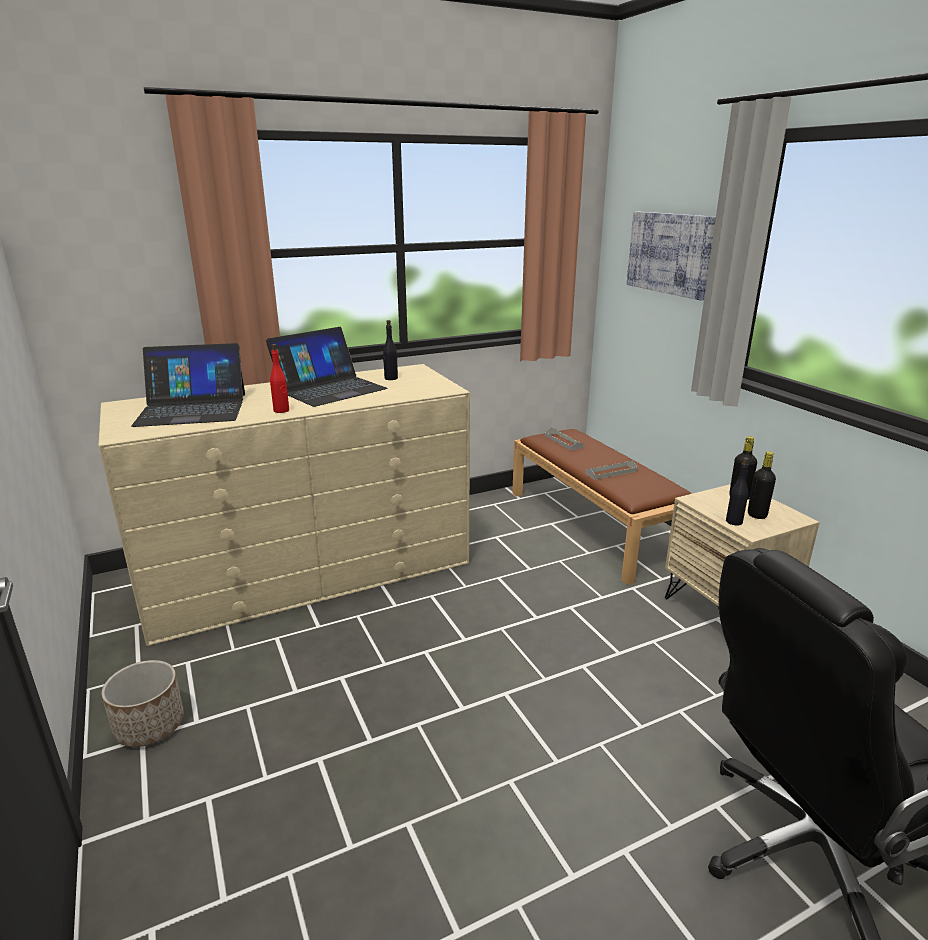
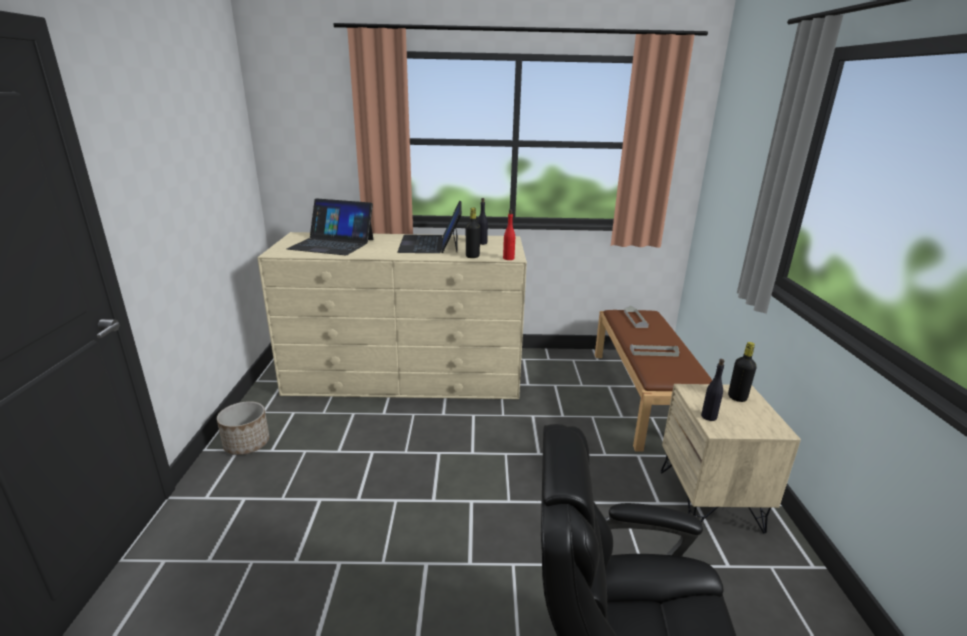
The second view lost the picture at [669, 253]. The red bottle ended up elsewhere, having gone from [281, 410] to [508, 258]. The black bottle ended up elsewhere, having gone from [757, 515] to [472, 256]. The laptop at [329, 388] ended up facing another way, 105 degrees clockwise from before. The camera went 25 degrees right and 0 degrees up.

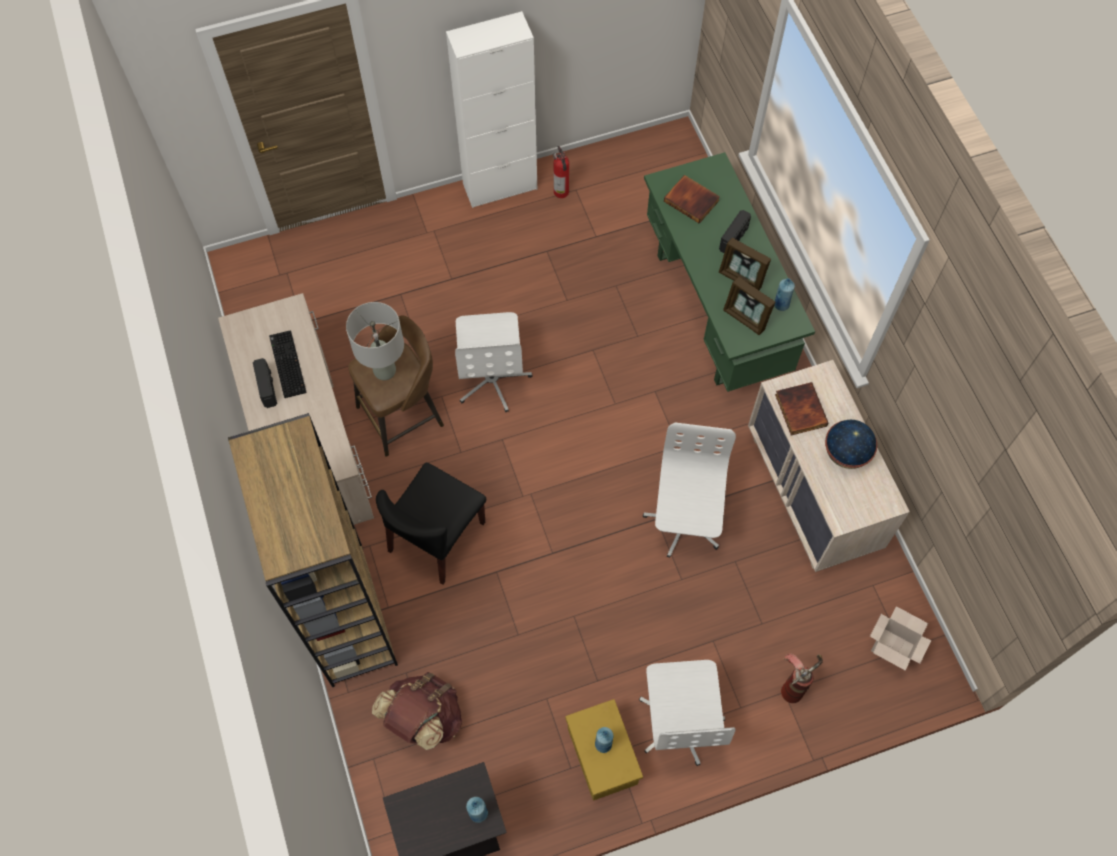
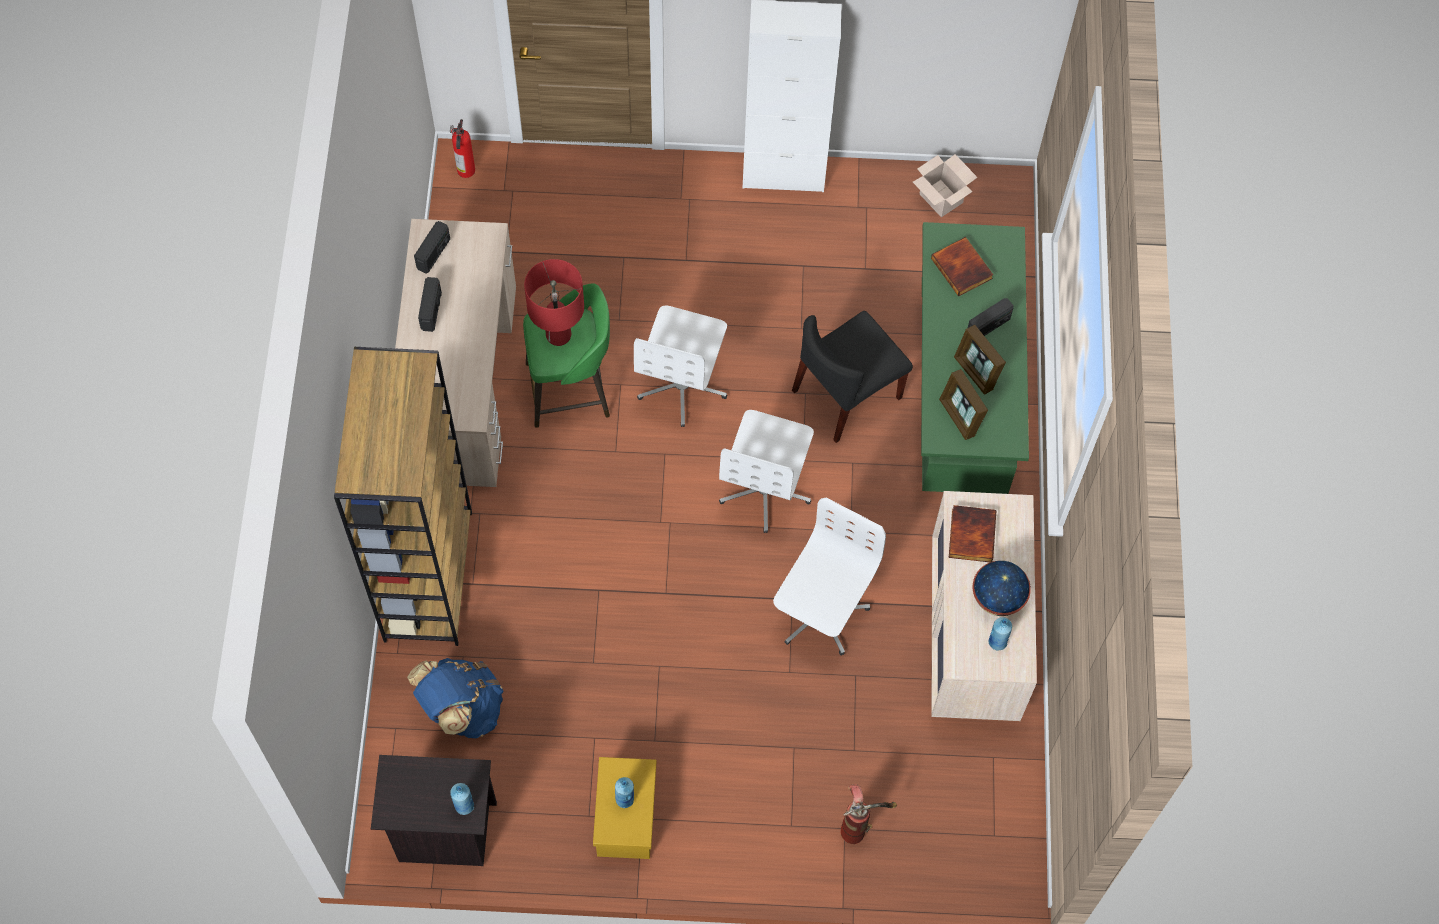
The second view lost the keyboard at [286, 364]. The second view gained the radio at [434, 254]. The black chair ended up elsewhere, having gone from [437, 537] to [846, 395]. The fire extinguisher ended up elsewhere, having gone from [561, 193] to [466, 171]. The white office chair ended up elsewhere, having gone from [679, 722] to [765, 489]. The blue bottle ended up elsewhere, having gone from [781, 304] to [997, 642]. The cardboard box ended up elsewhere, having gone from [893, 647] to [942, 198]. What was the grey table lamp at [385, 370] turned into the red table lamp at [559, 335]. What was the brown stool at [402, 415] turned into the green stool at [571, 389]. What was the brown backpack at [423, 718] turned into the blue backpack at [461, 709]. The camera went 20 degrees right and 0 degrees up.

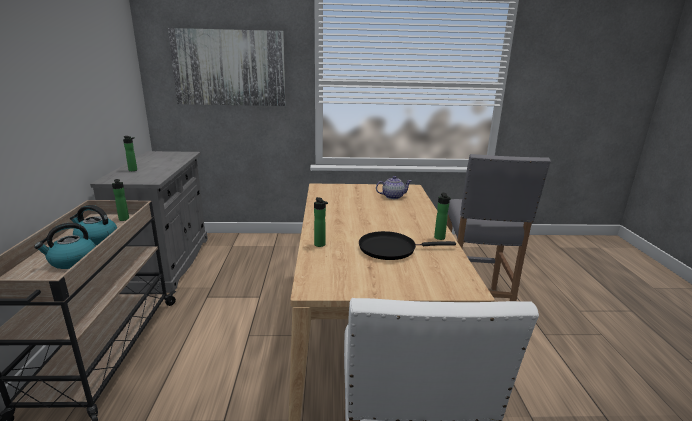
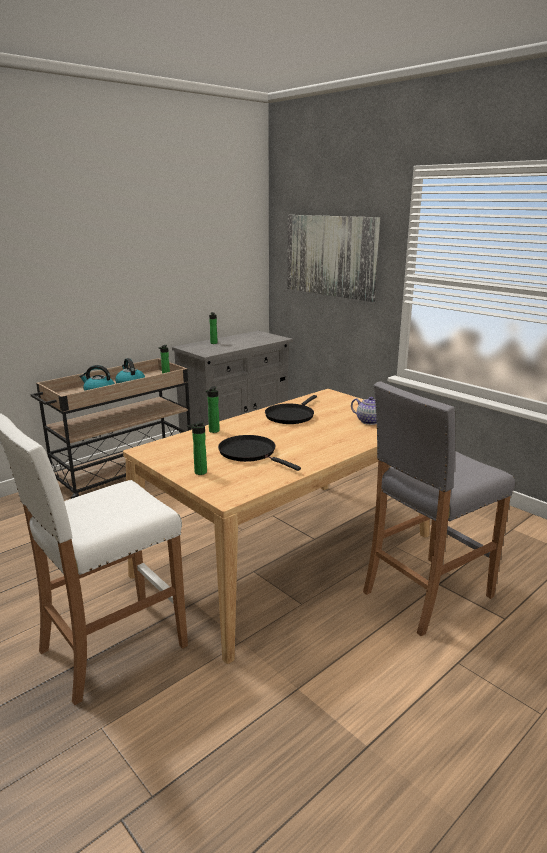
The second view gained the black frying pan at [290, 416]. The bottle ended up elsewhere, having gone from [440, 238] to [199, 473]. The camera went 50 degrees right and 0 degrees up.

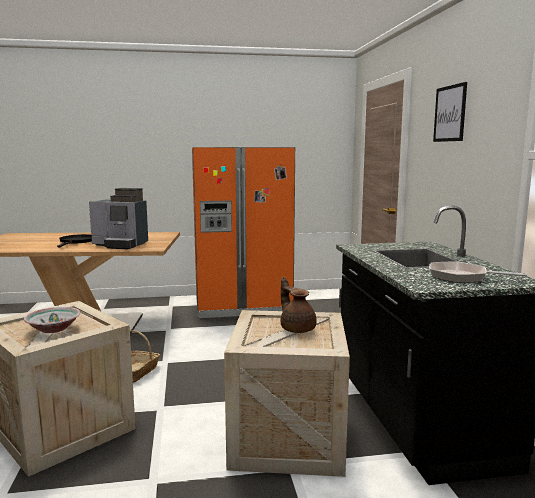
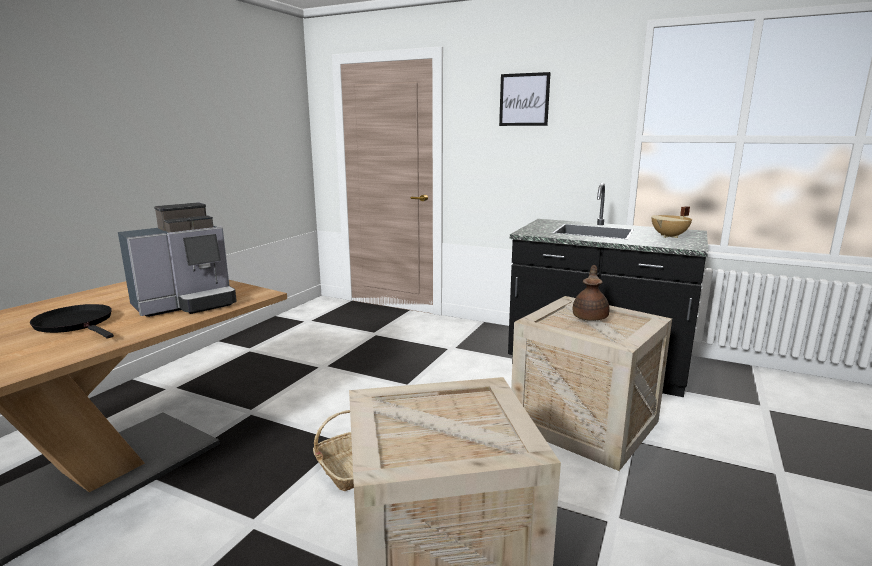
The second view lost the bowl at [53, 329]. The second view lost the orange fridge at [242, 305]. Where the frying pan stood at [462, 277], the beige cooking pot came to stand at [670, 236]. The brown teapot at [297, 328] ended up facing another way, 105 degrees clockwise from before. The camera went 55 degrees left and 5 degrees up.

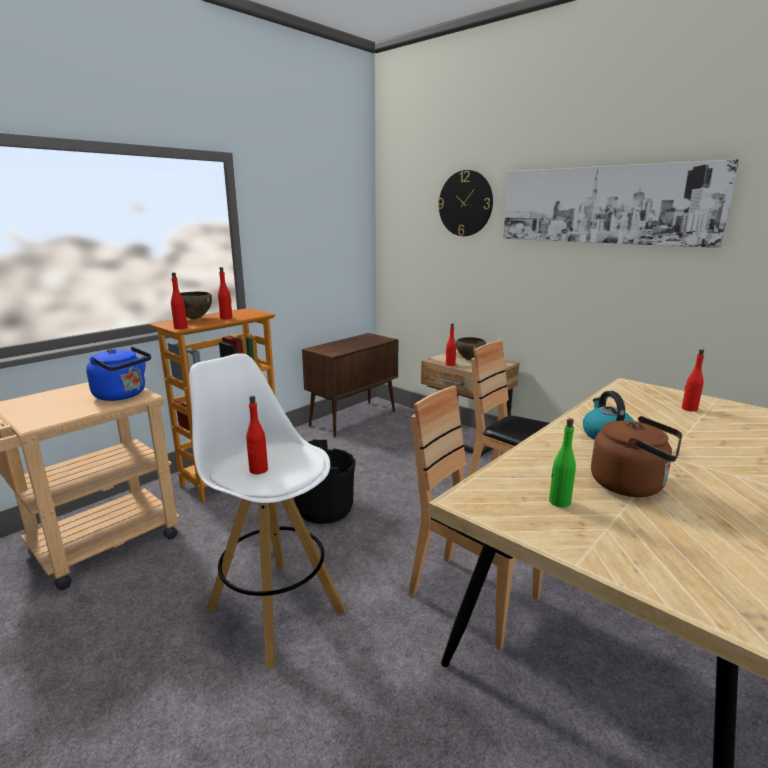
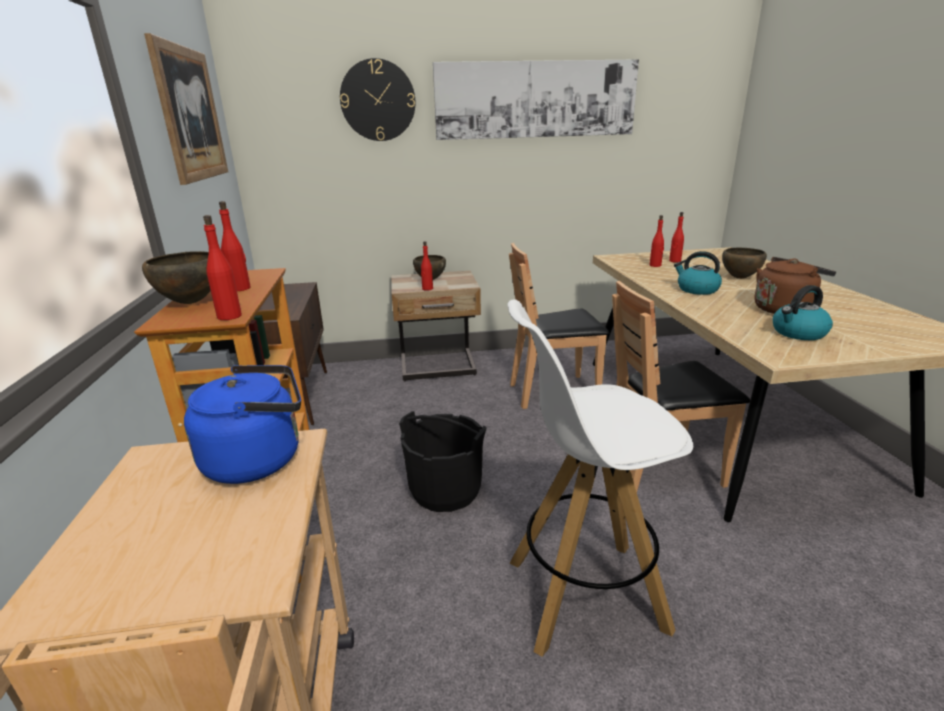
The second view gained the picture at [190, 114]. The second view gained the brown bowl at [740, 278]. The red bottle ended up elsewhere, having gone from [258, 470] to [655, 265]. Where the green bottle stood at [559, 502], the kettle came to stand at [798, 333]. The camera went 50 degrees left and 5 degrees up.

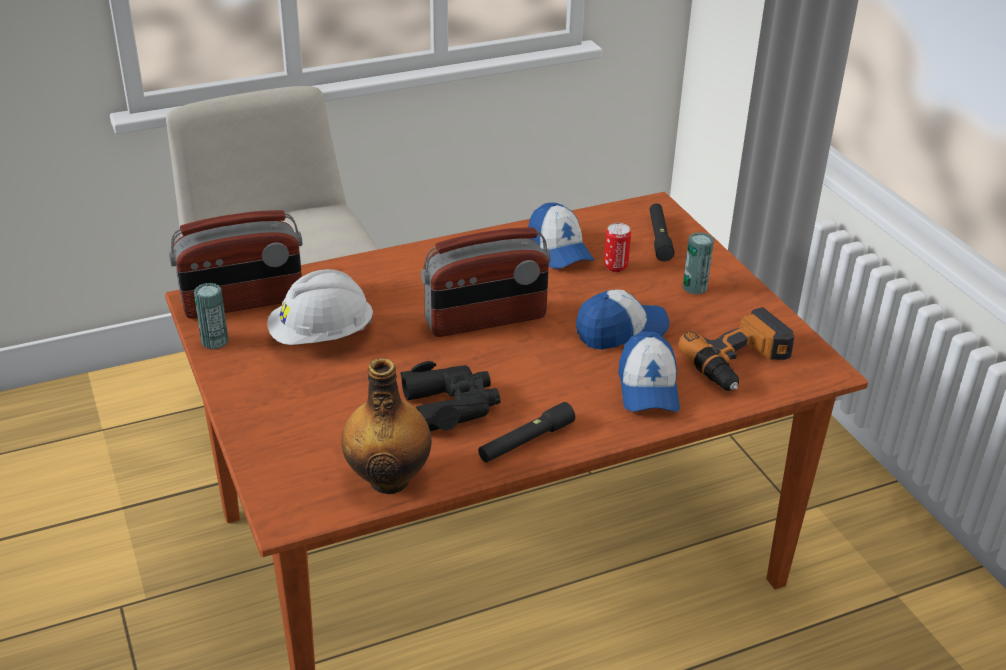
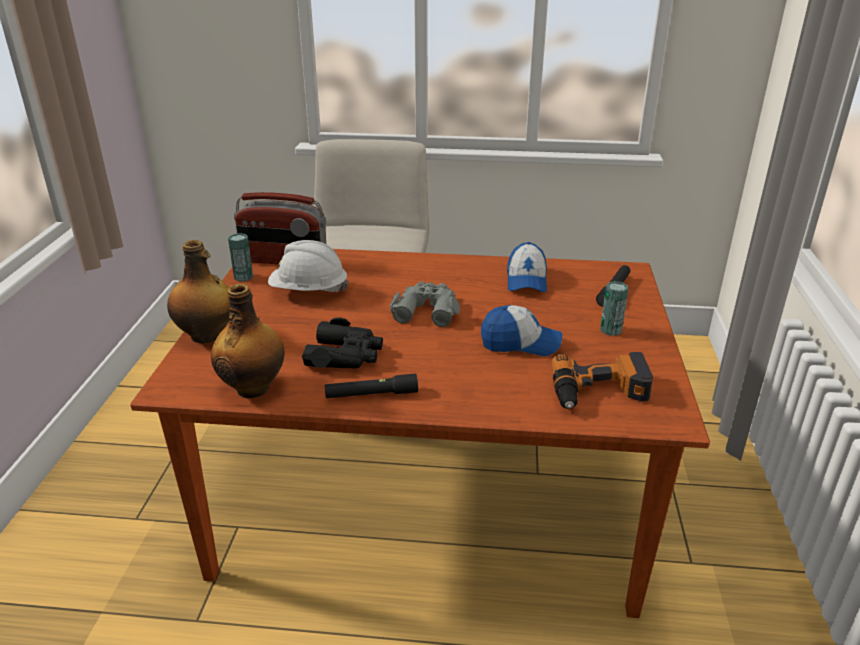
The second view lost the can at [615, 267]. The second view lost the cap at [648, 388]. The second view gained the bottle at [207, 336]. Where the radio stood at [486, 320], the grey binoculars came to stand at [426, 310]. The camera went 30 degrees right and 5 degrees down.

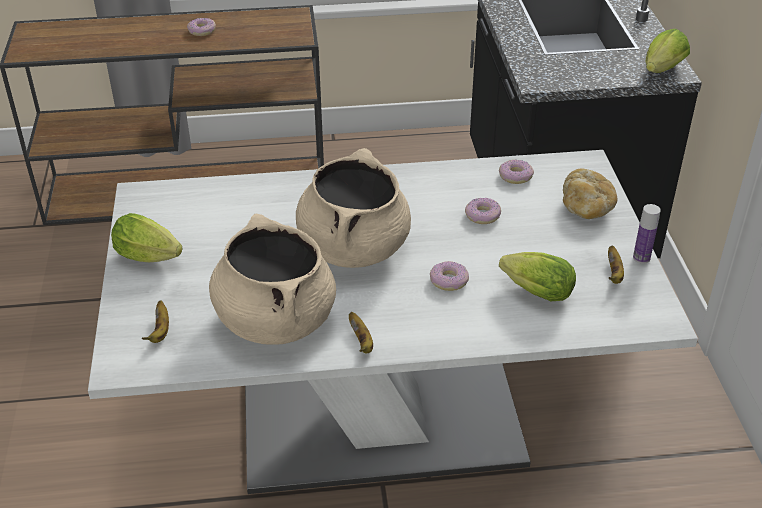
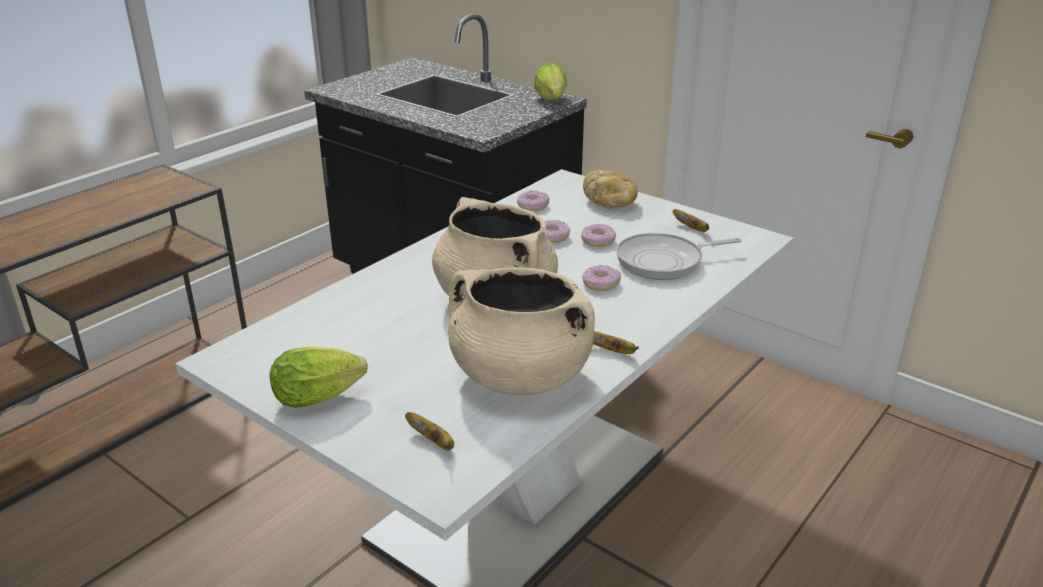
The second view lost the bottle at [641, 258]. The donut ended up elsewhere, having gone from [202, 31] to [598, 241]. Where the lettuce stood at [533, 291], the frying pan came to stand at [664, 261]. The camera went 45 degrees left and 10 degrees down.

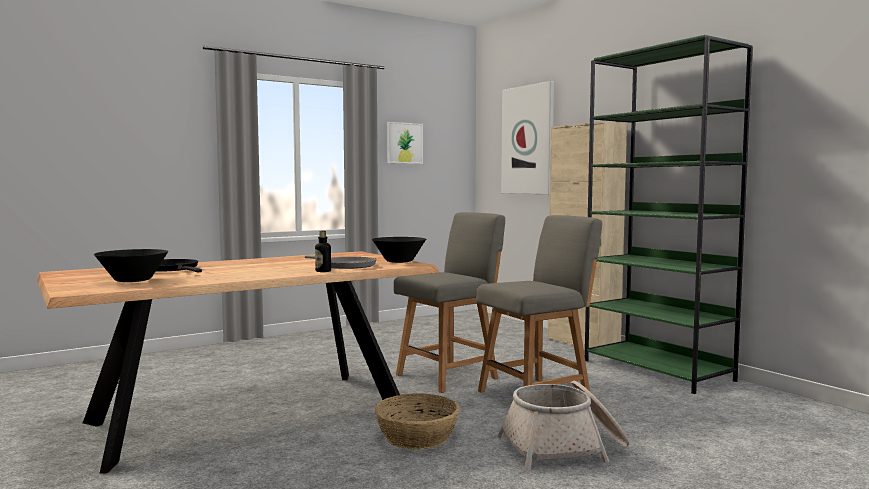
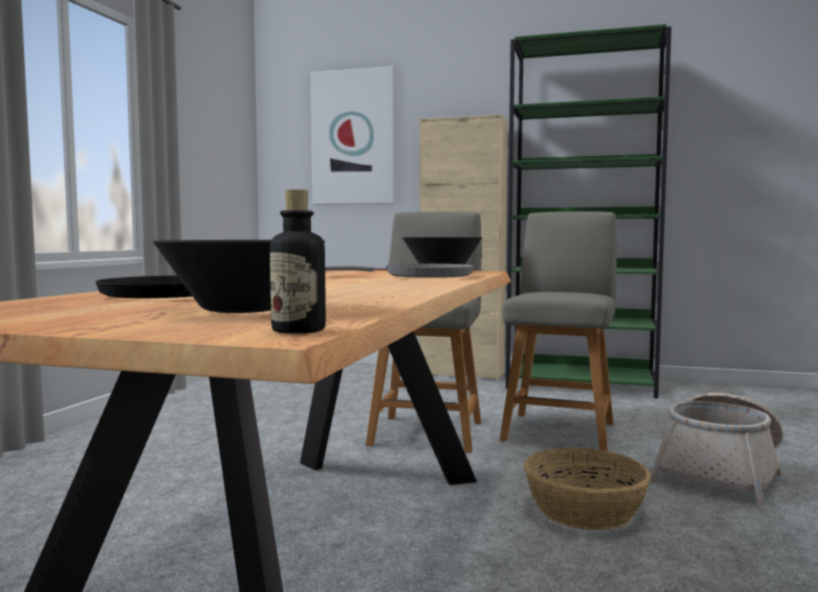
The second view lost the picture at [404, 143]. The bottle ended up elsewhere, having gone from [323, 271] to [298, 330]. The camera went 40 degrees left and 0 degrees up.

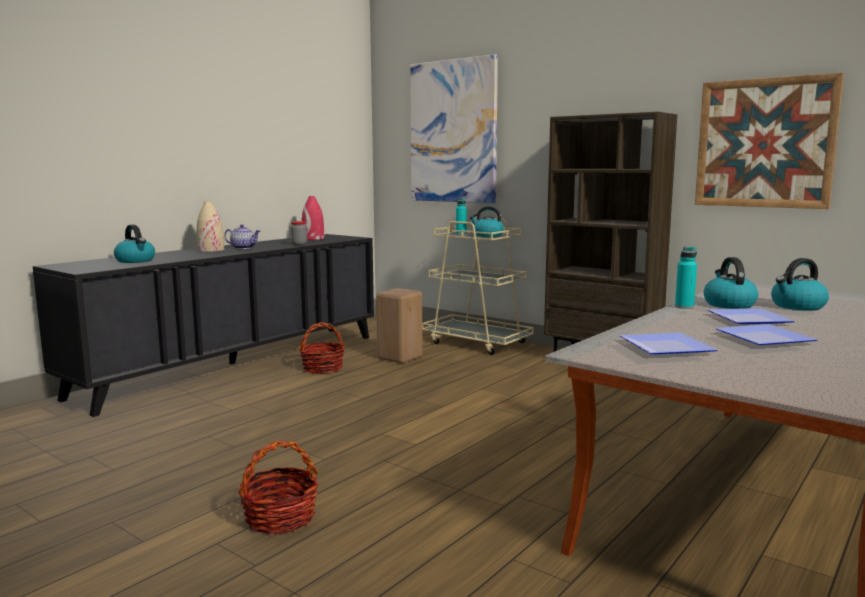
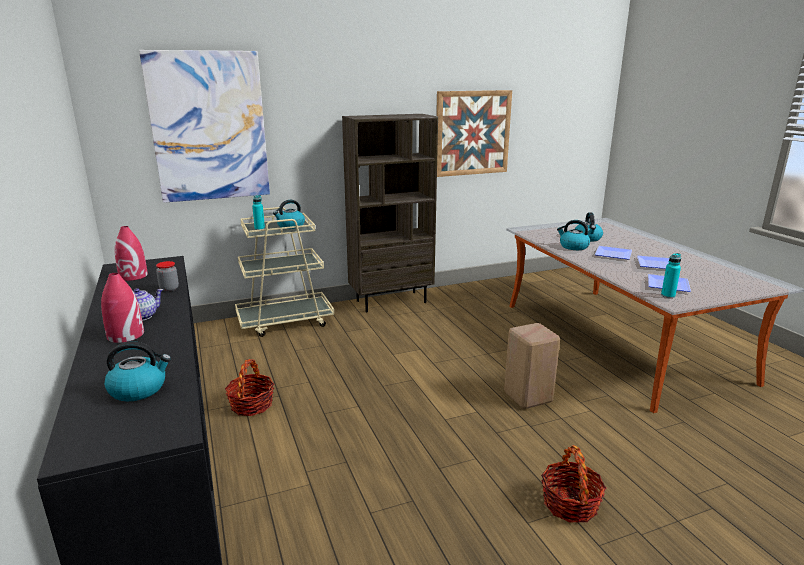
The beige stool ended up elsewhere, having gone from [399, 357] to [526, 397]. The turquoise bottle ended up elsewhere, having gone from [684, 307] to [668, 296]. What was the beige vase at [210, 250] turned into the red vase at [125, 335]. The camera went 60 degrees left and 10 degrees up.

